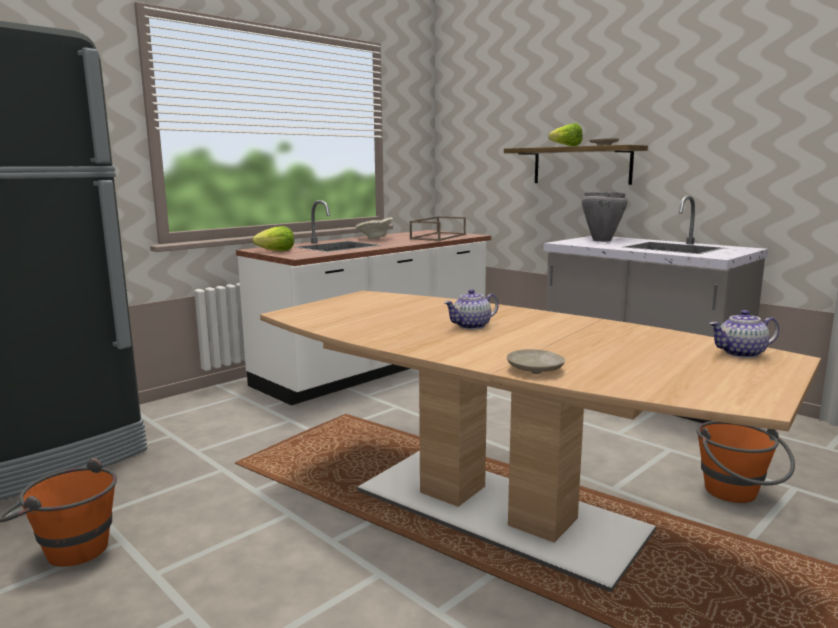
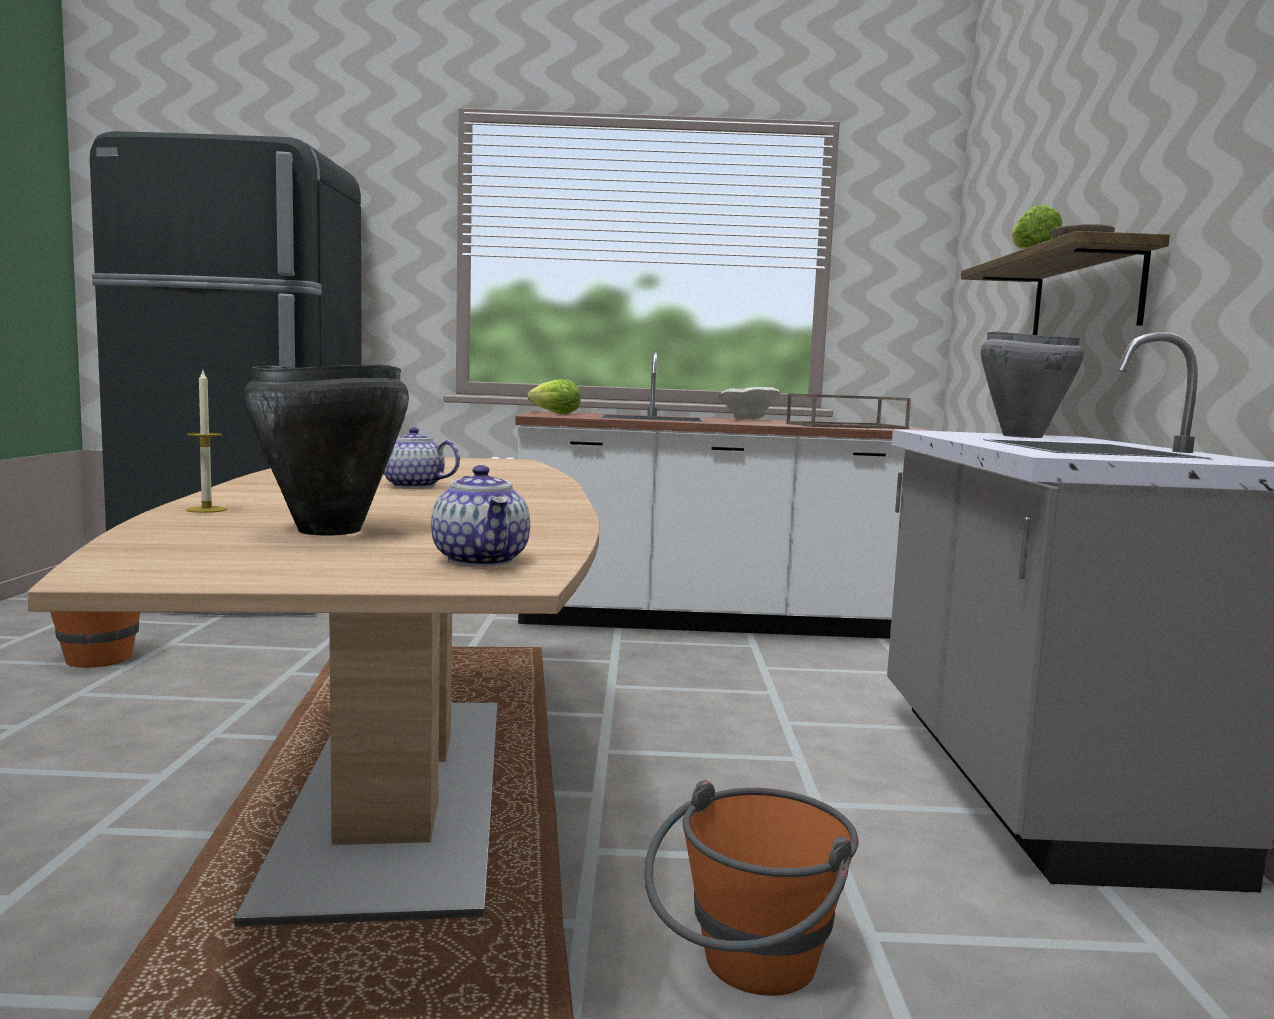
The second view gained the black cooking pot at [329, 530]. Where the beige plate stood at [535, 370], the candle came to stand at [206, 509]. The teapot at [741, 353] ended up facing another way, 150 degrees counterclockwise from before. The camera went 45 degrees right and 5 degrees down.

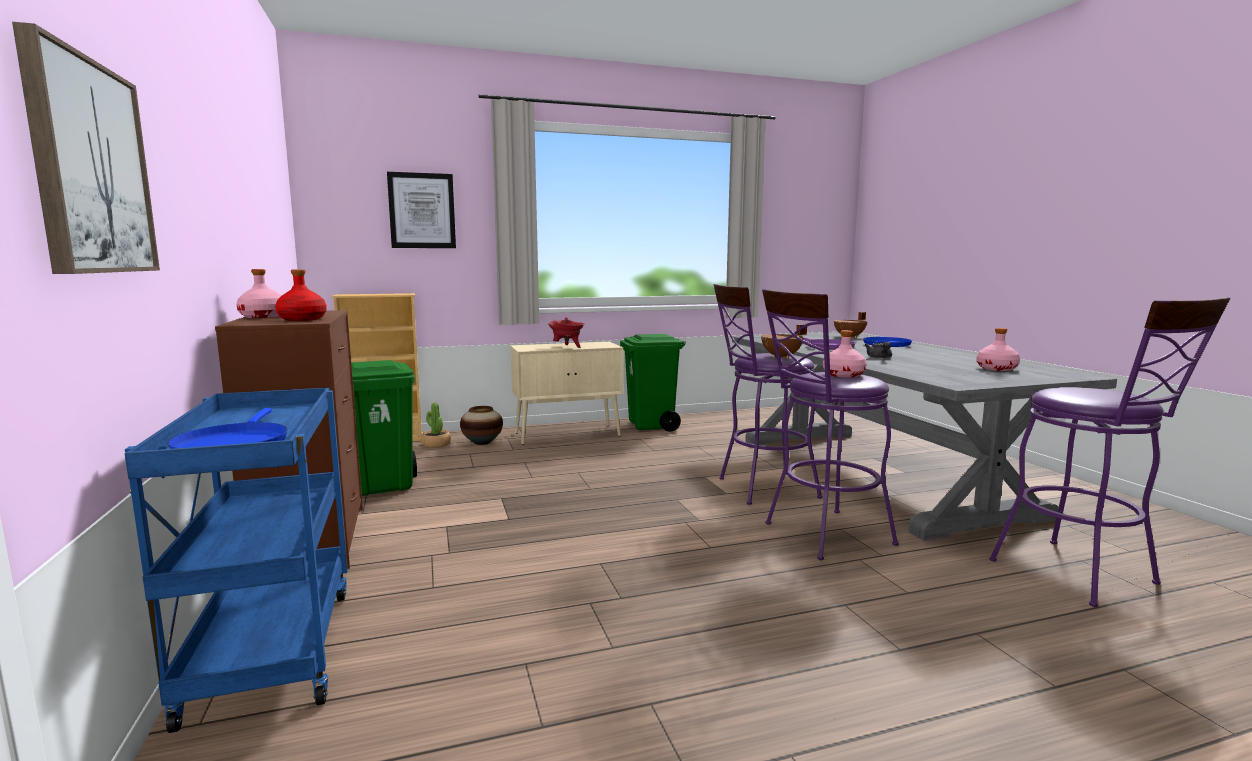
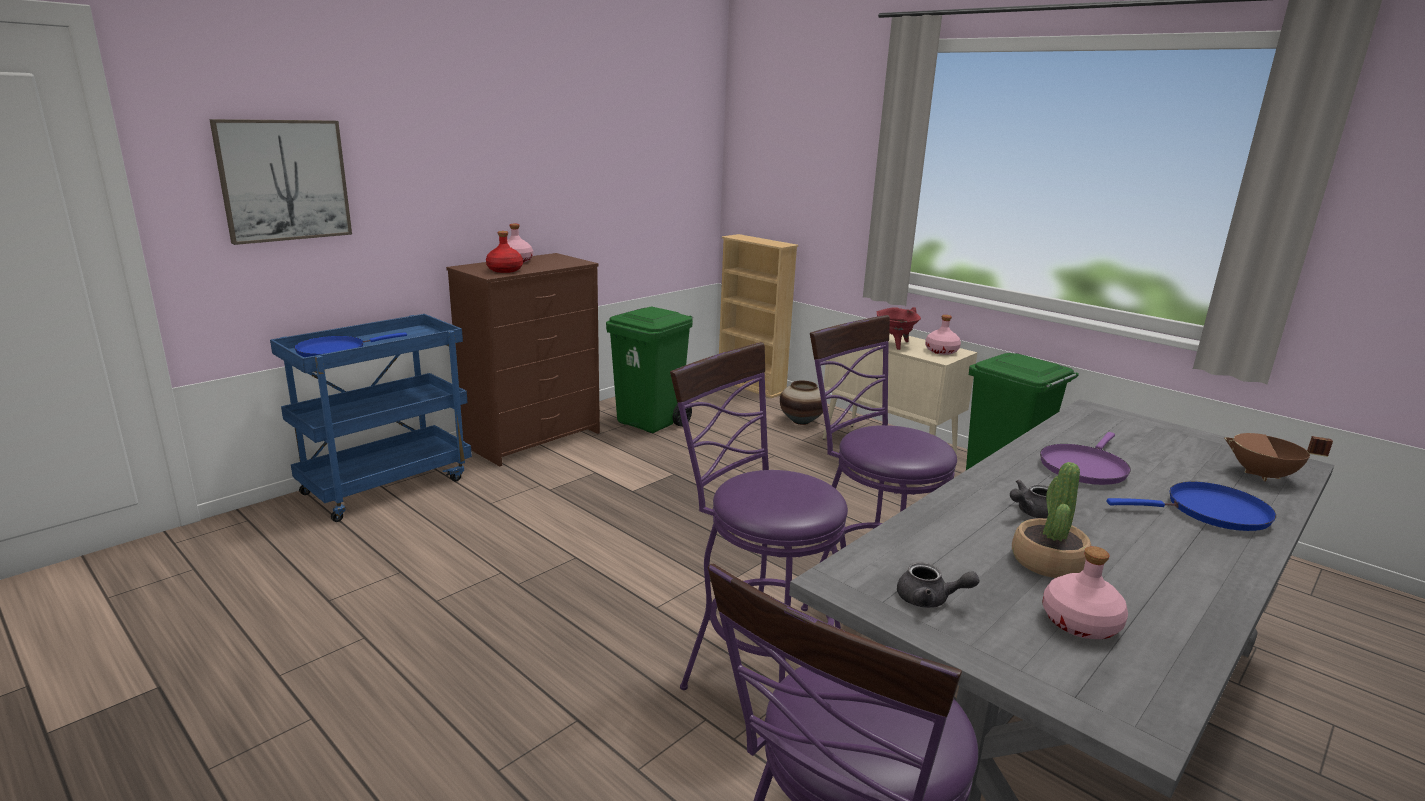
The second view lost the picture at [422, 211]. The second view lost the brown cooking pot at [782, 357]. The second view gained the grey teapot at [929, 600]. The potted plant ended up elsewhere, having gone from [436, 444] to [1047, 562]. The pink bottle ended up elsewhere, having gone from [844, 375] to [941, 351]. The camera went 60 degrees right and 10 degrees up.

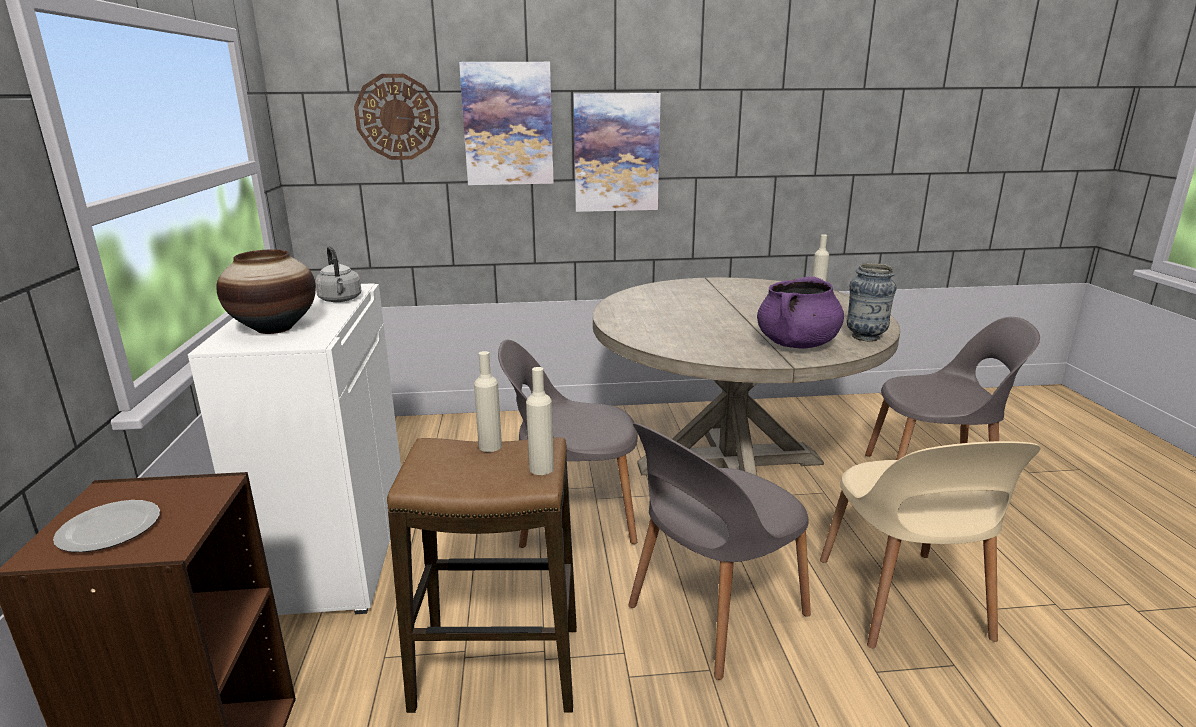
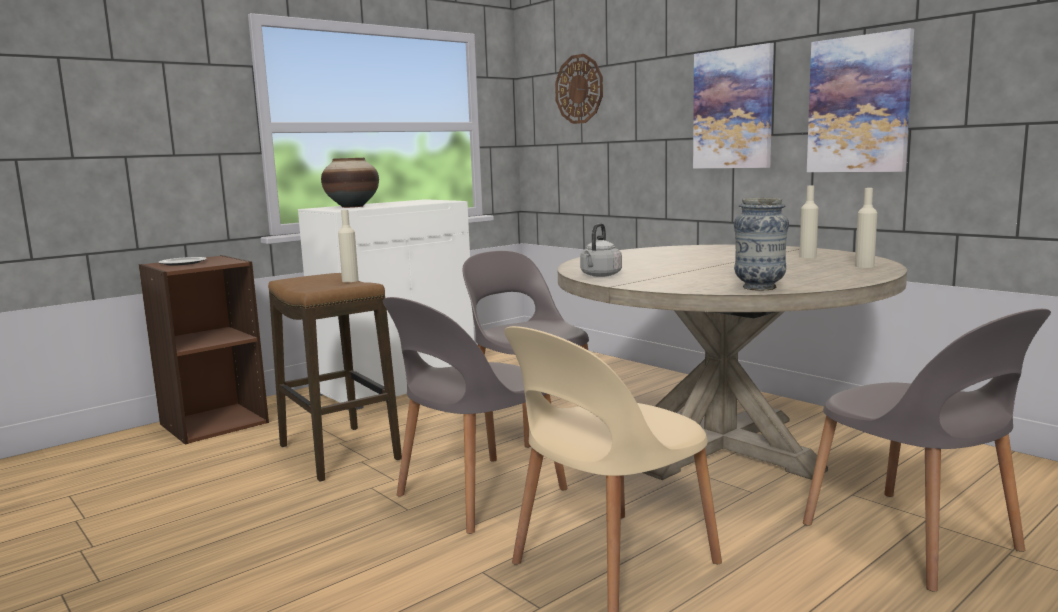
The second view lost the purple cooking pot at [797, 344]. The grey kettle ended up elsewhere, having gone from [340, 300] to [600, 275]. The picture ended up elsewhere, having gone from [508, 124] to [859, 105]. The beige bottle ended up elsewhere, having gone from [541, 468] to [807, 257]. The grey chair at [714, 613] ended up facing another way, 60 degrees counterclockwise from before. The camera went 55 degrees right and 10 degrees down.

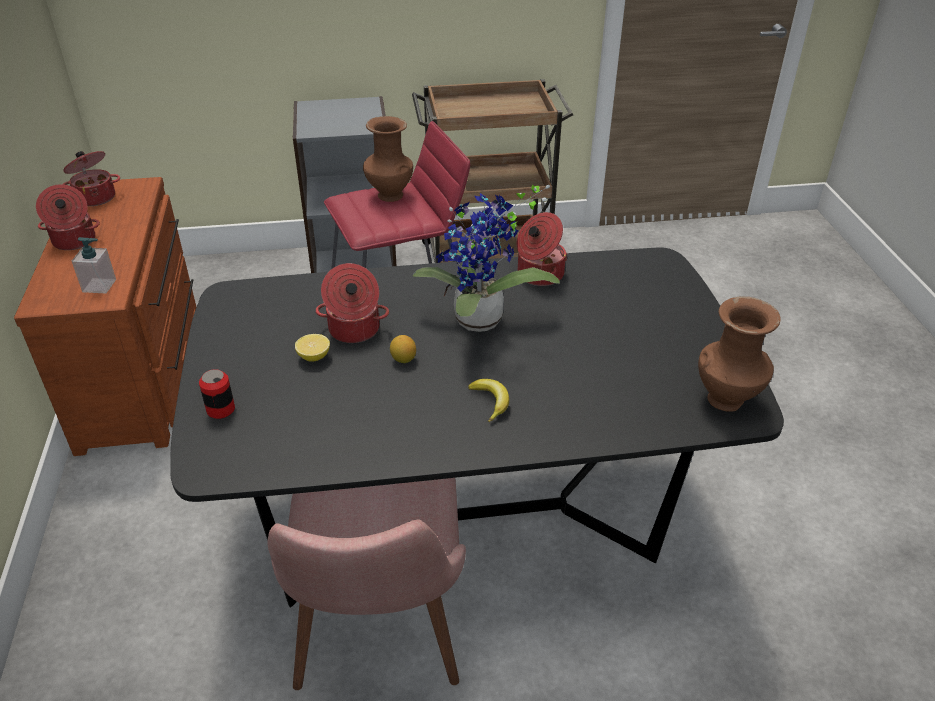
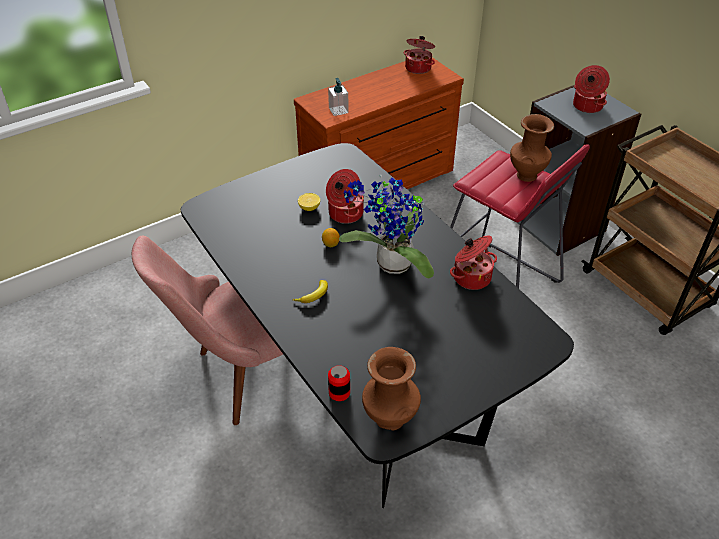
The cooking pot ended up elsewhere, having gone from [74, 241] to [586, 106]. The can ended up elsewhere, having gone from [221, 409] to [339, 393]. The camera went 65 degrees right and 5 degrees up.

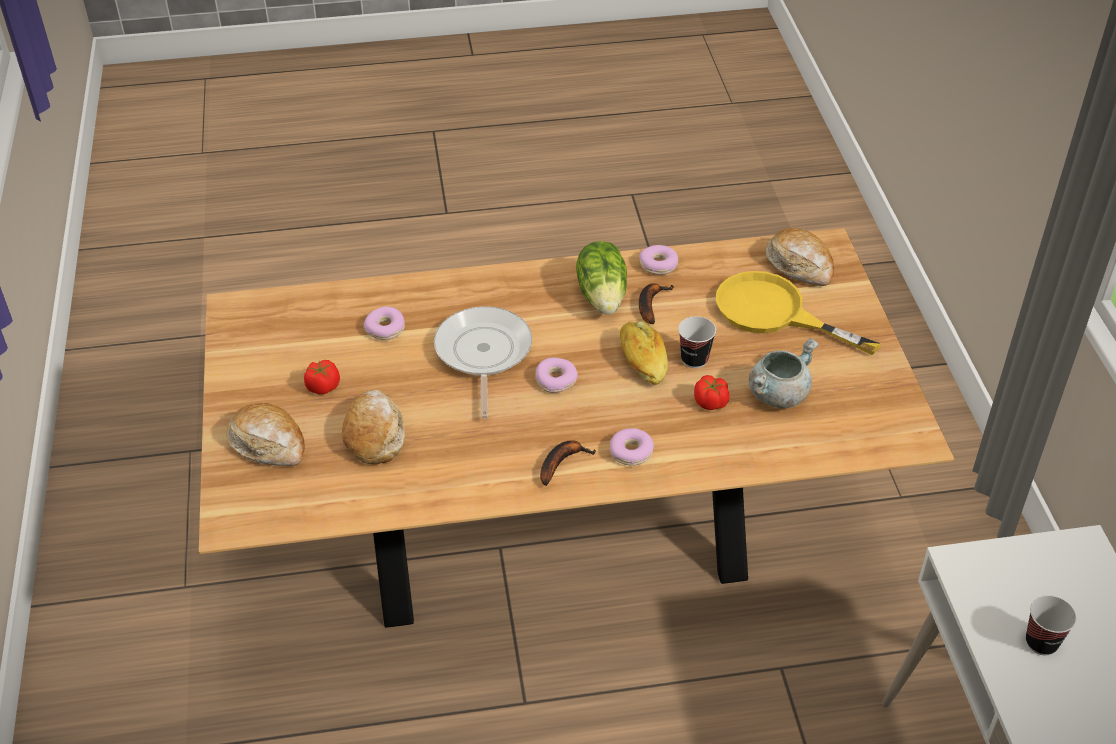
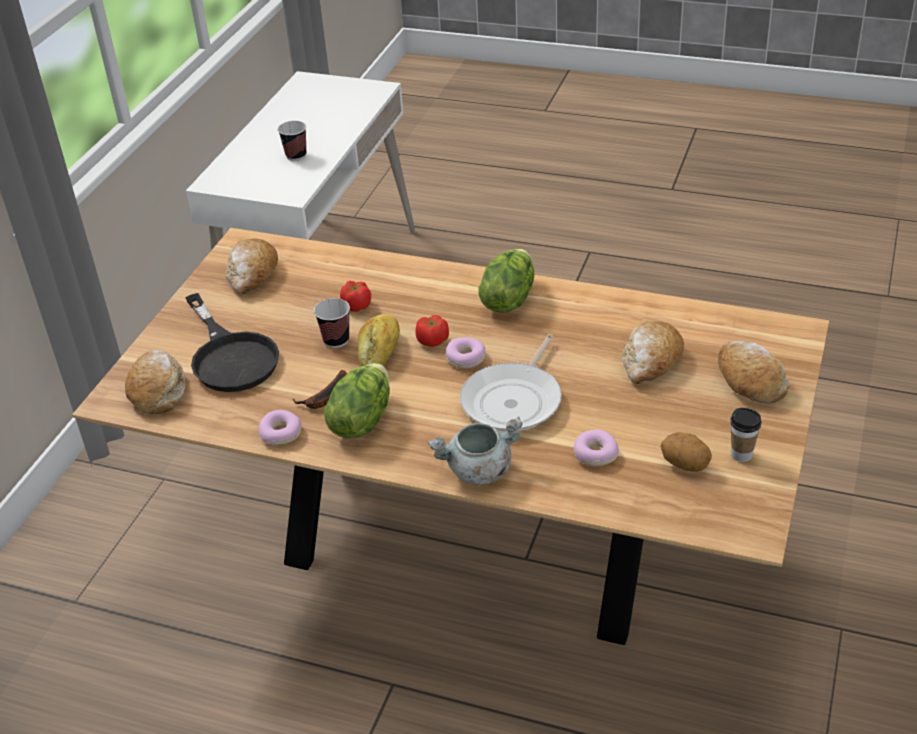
The second view lost the donut at [631, 452]. The second view gained the bread at [252, 274]. The second view gained the potato at [685, 464]. The second view gained the cup at [741, 455]. The tomato ended up elsewhere, having gone from [323, 387] to [433, 341]. The grey cooking pot ended up elsewhere, having gone from [778, 394] to [478, 471]. Where the banana stood at [561, 462], the lettuce came to stand at [508, 299]. What was the yellow frying pan at [774, 313] turned into the black frying pan at [230, 356]. The camera went 150 degrees left and 5 degrees down.

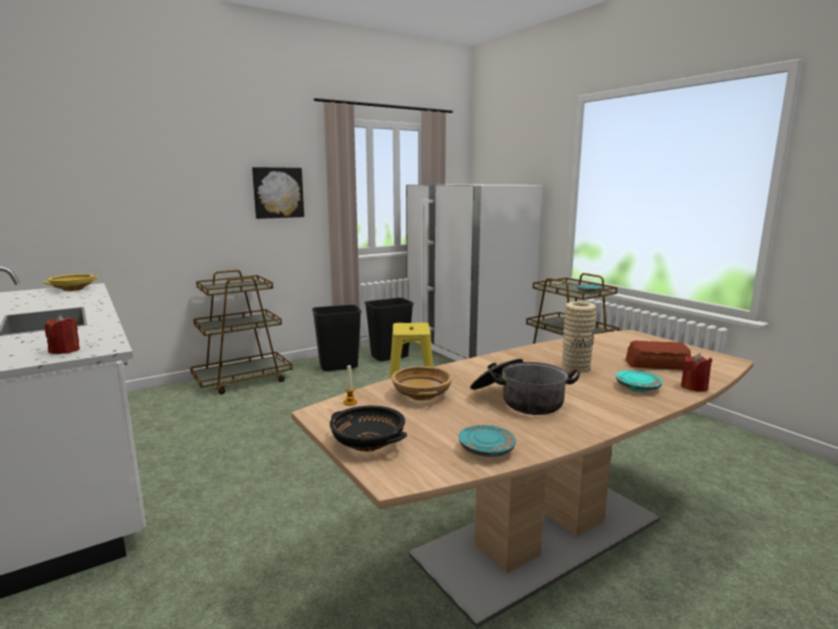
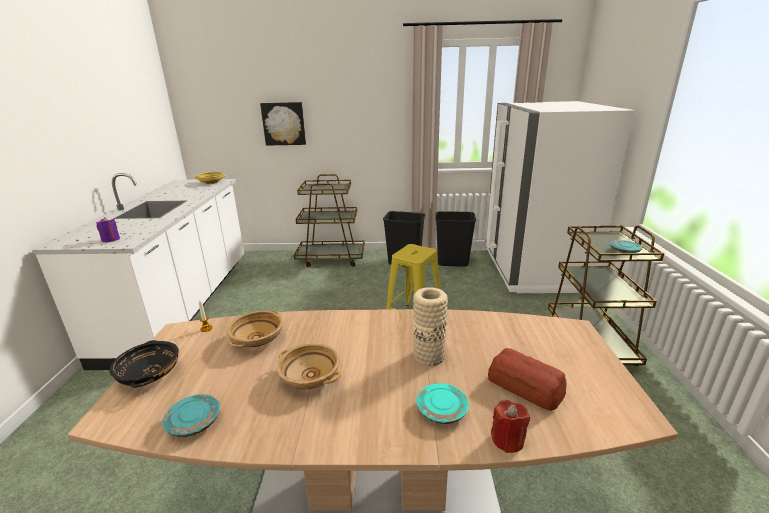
The picture ended up elsewhere, having gone from [278, 192] to [284, 123]. Where the cooking pot stood at [519, 400], the beige bowl came to stand at [309, 377]. What was the red candle at [65, 350] turned into the purple candle at [111, 239]. The camera went 35 degrees right and 10 degrees up.

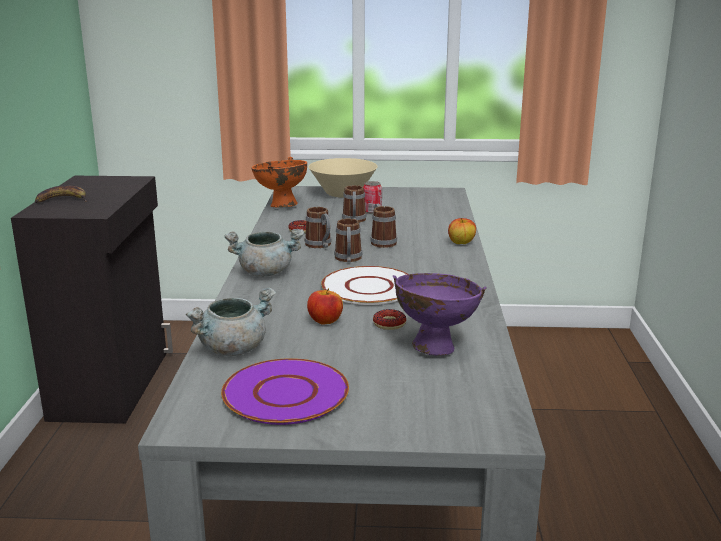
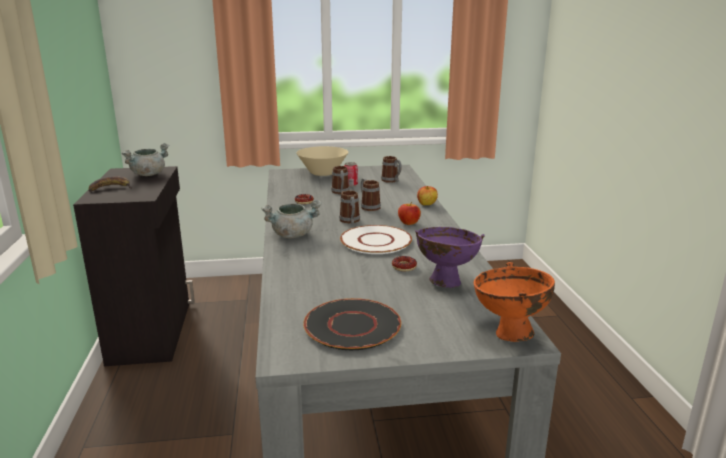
The grey cooking pot ended up elsewhere, having gone from [233, 348] to [148, 174]. The orange bowl ended up elsewhere, having gone from [280, 206] to [509, 334]. The mug ended up elsewhere, having gone from [320, 246] to [392, 181]. The apple ended up elsewhere, having gone from [325, 321] to [408, 223]. What was the purple plate at [286, 393] turned into the black plate at [353, 325]. The camera went 10 degrees left and 0 degrees up.

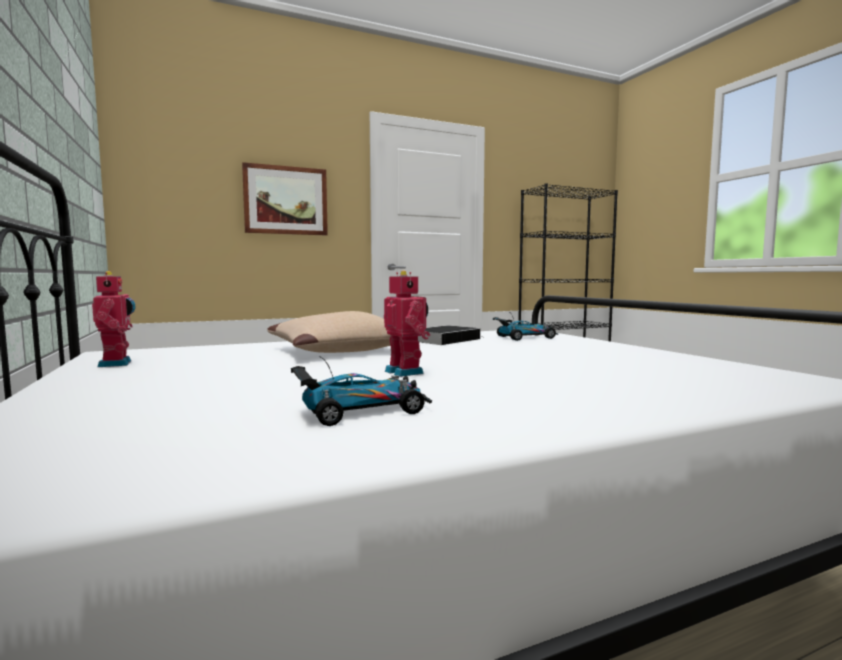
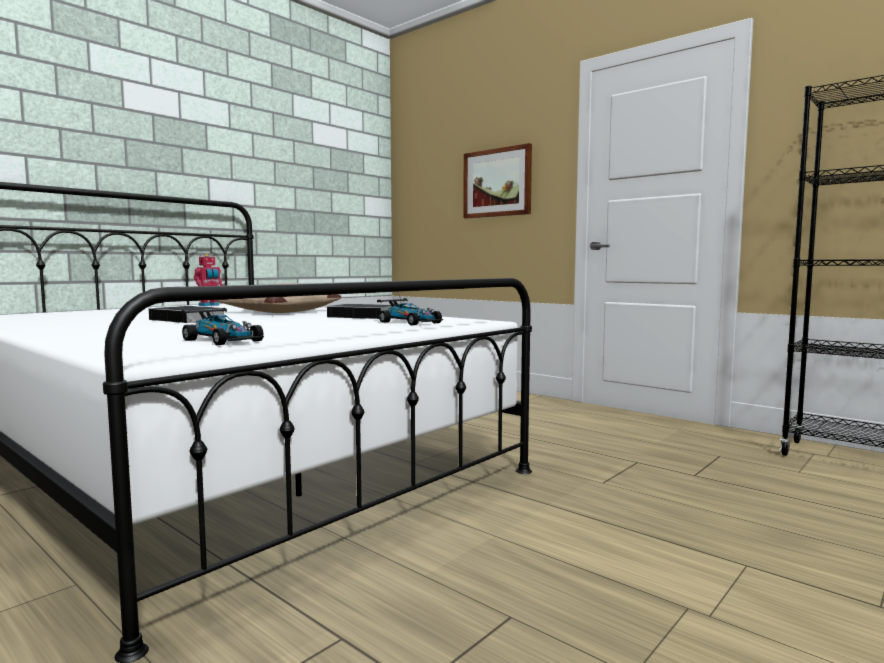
The toy car ended up elsewhere, having gone from [361, 410] to [224, 340]. Where the toy robot stood at [406, 372], the book came to stand at [190, 319]. The camera went 65 degrees right and 0 degrees up.

